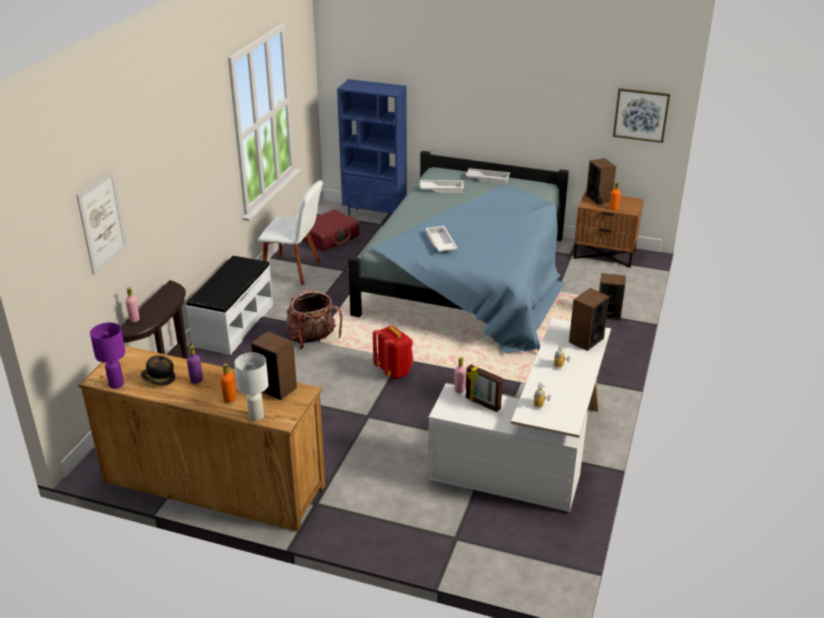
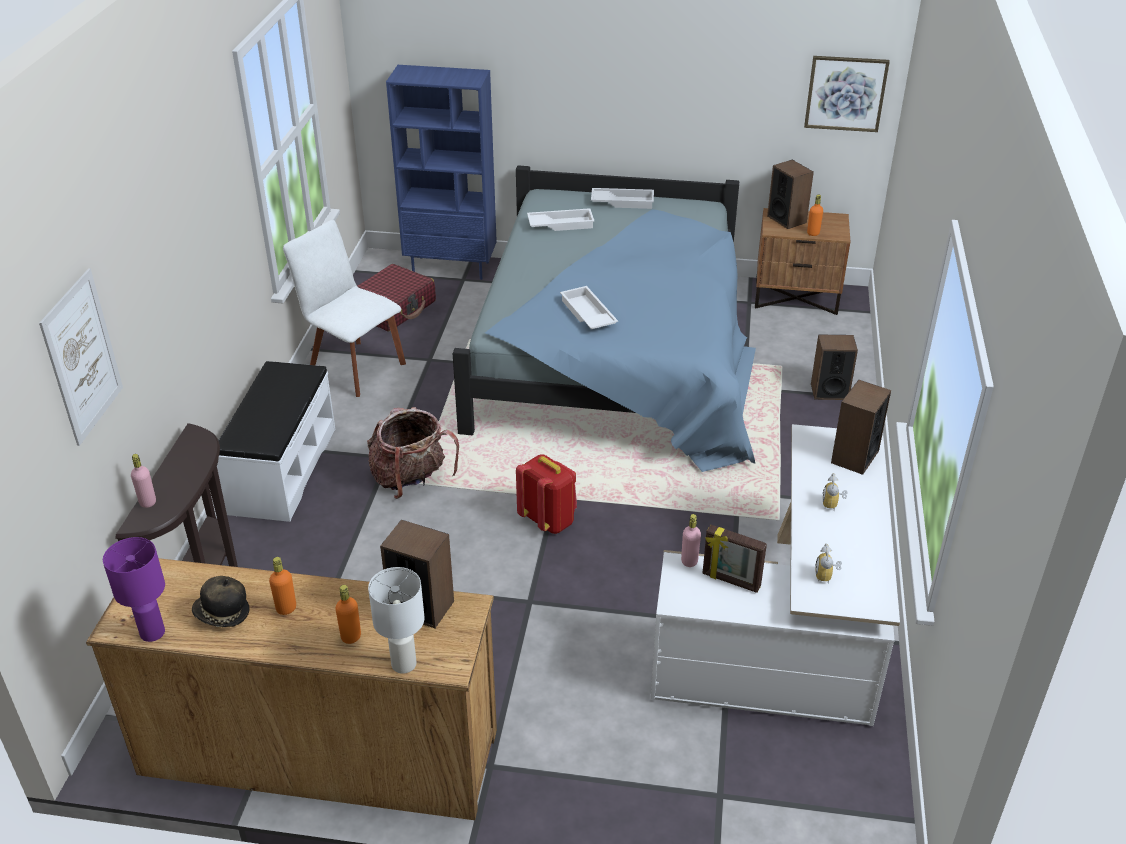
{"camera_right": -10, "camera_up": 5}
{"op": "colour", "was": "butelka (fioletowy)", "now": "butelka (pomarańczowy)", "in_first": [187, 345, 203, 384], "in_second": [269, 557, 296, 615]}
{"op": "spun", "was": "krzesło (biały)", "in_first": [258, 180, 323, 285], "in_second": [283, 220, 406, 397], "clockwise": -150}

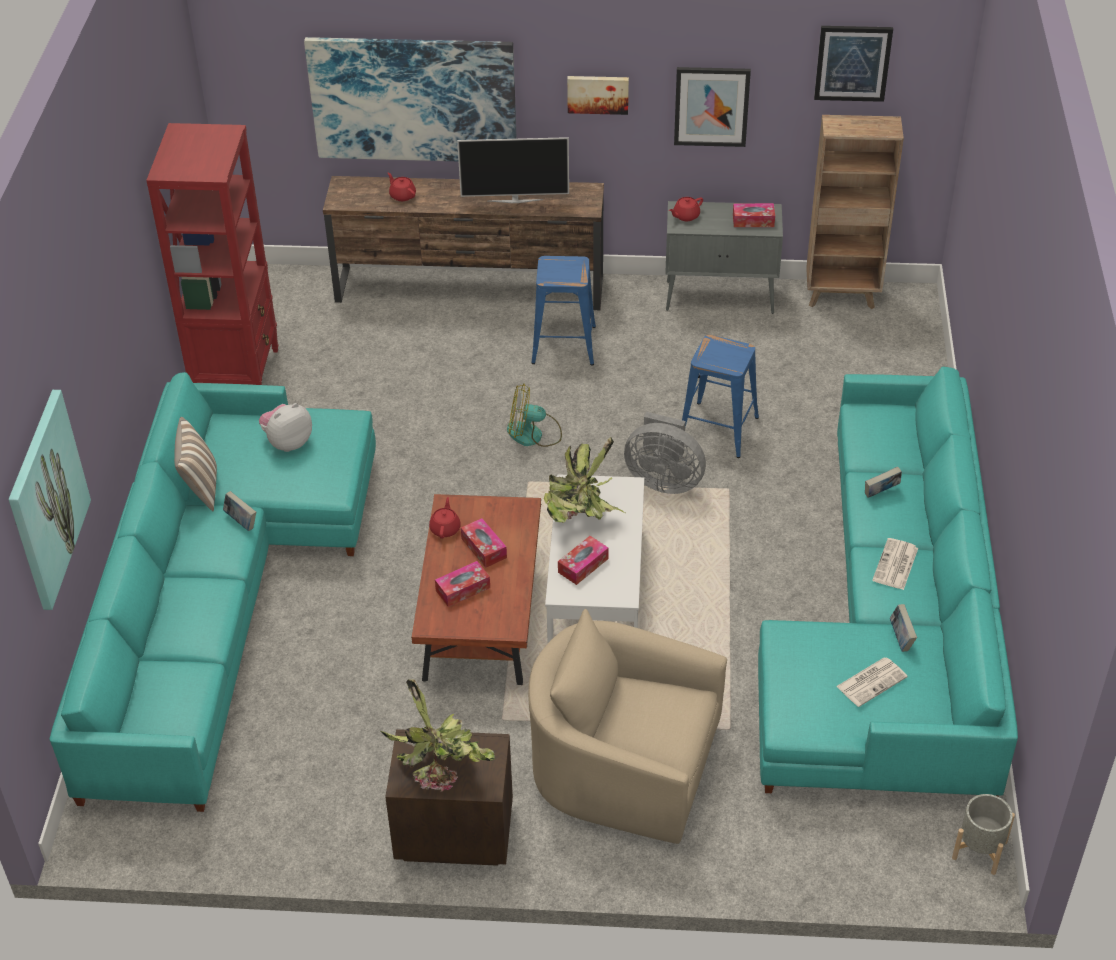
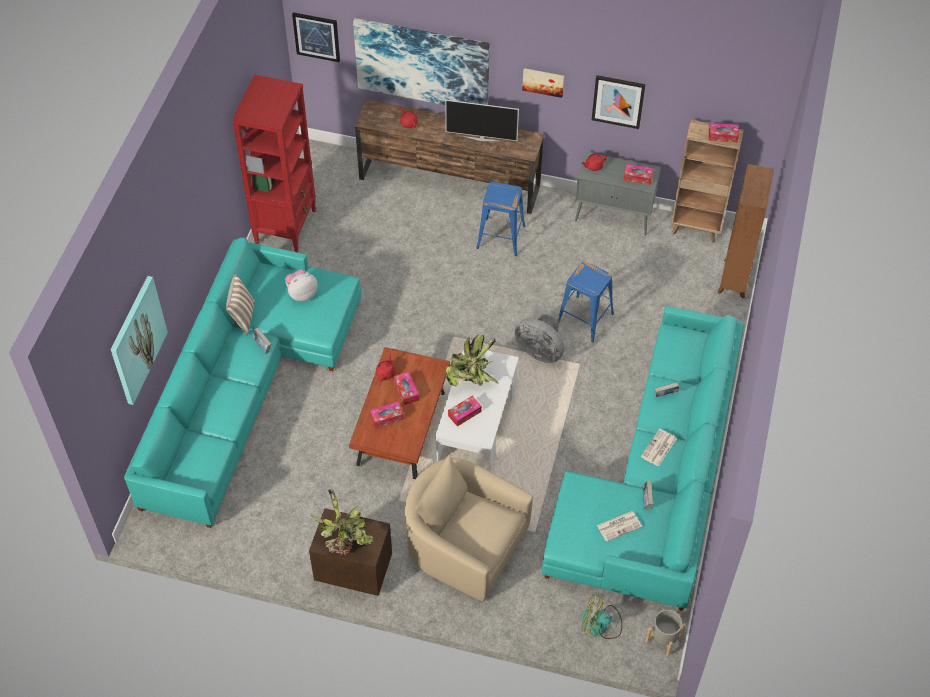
{"camera_right": 10, "camera_up": 10}
{"op": "relocated", "was": "obraz", "in_first": [814, 26, 893, 102], "in_second": [292, 12, 340, 62]}
{"op": "relocated", "was": "wentylator", "in_first": [507, 383, 562, 447], "in_second": [582, 594, 622, 639]}
{"op": "appeared", "now": "pudełko chusteczek", "in_second": [709, 123, 739, 143]}
{"op": "appeared", "now": "regał (brązowy)", "in_second": [717, 164, 774, 299]}

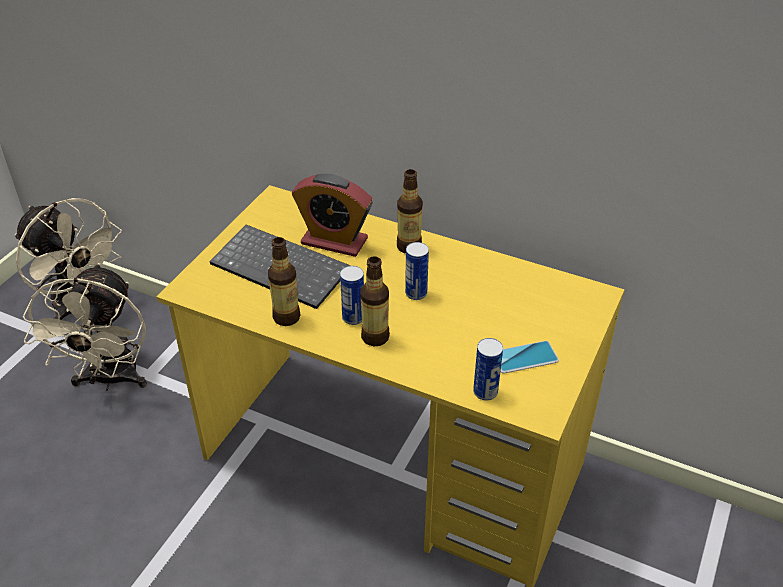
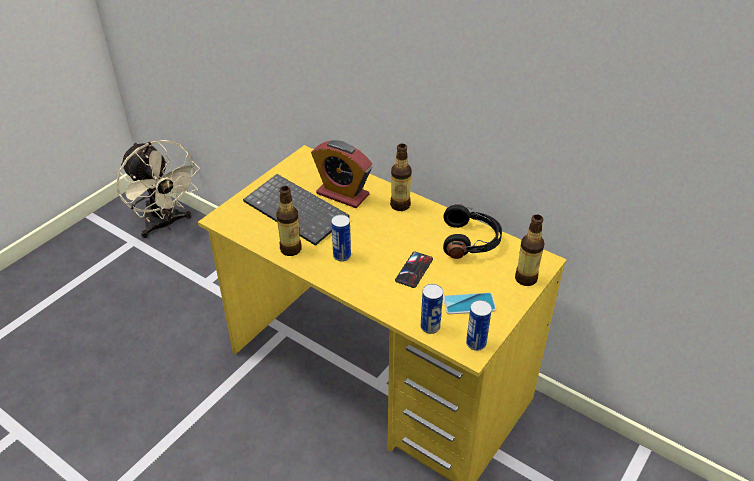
{"camera_right": 10, "camera_up": 0}
{"op": "appeared", "now": "telefon", "in_second": [395, 252, 433, 288]}
{"op": "appeared", "now": "słuchawki (czarny)", "in_second": [443, 204, 502, 259]}
{"op": "relocated", "was": "puszka", "in_first": [405, 242, 429, 300], "in_second": [466, 300, 492, 351]}
{"op": "relocated", "was": "butelka", "in_first": [360, 256, 390, 346], "in_second": [515, 215, 545, 286]}
{"op": "missing", "was": "wentylator (beżowy)", "in_first": [23, 263, 147, 391]}

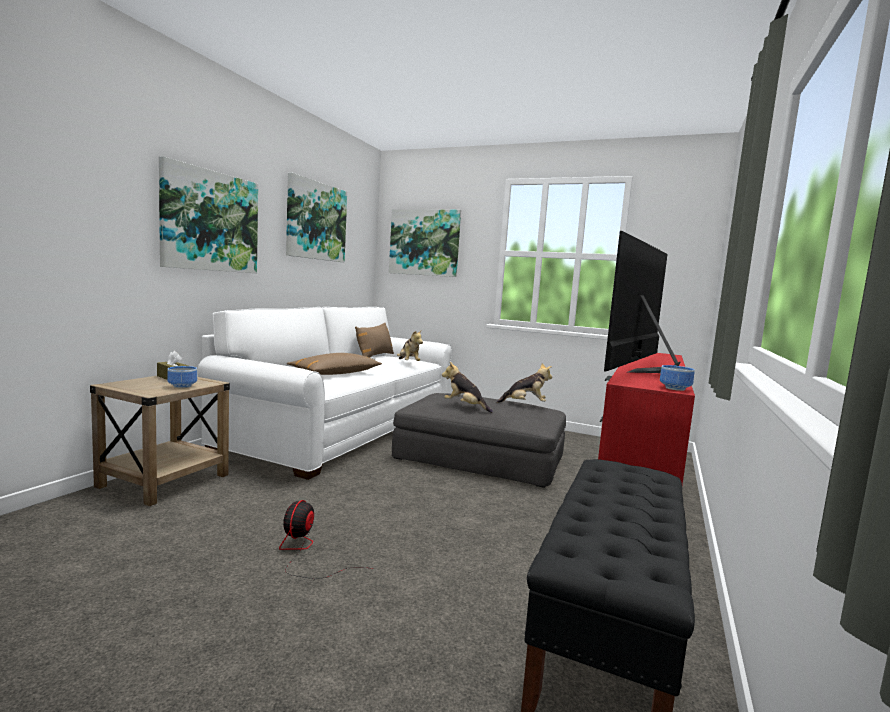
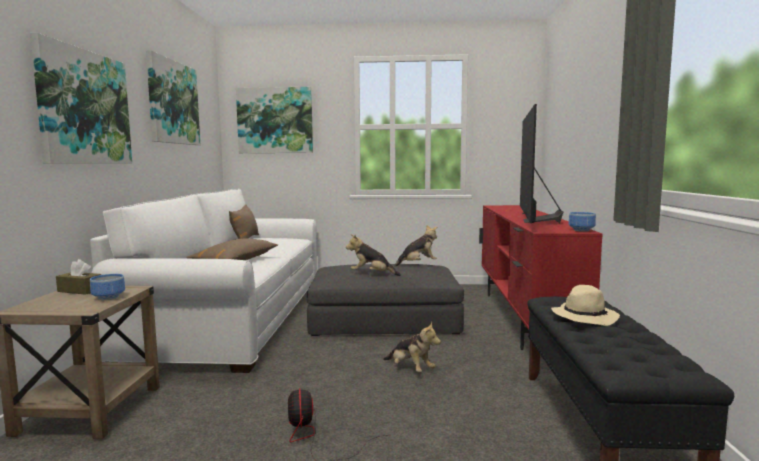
{"camera_right": -20, "camera_up": 0}
{"op": "relocated", "was": "pluszak", "in_first": [397, 329, 423, 361], "in_second": [383, 322, 441, 372]}
{"op": "appeared", "now": "kapelusz (beżowy)", "in_second": [551, 285, 620, 326]}

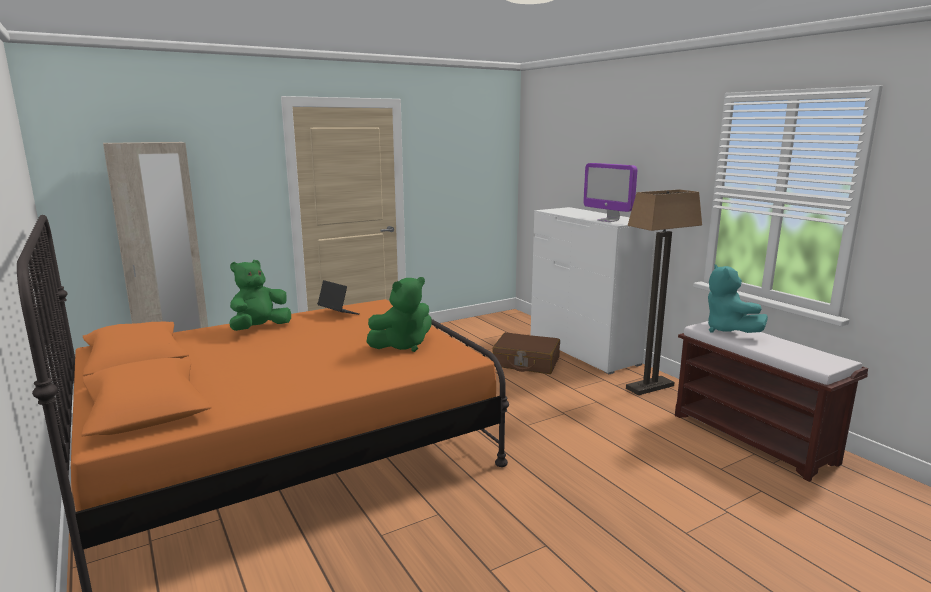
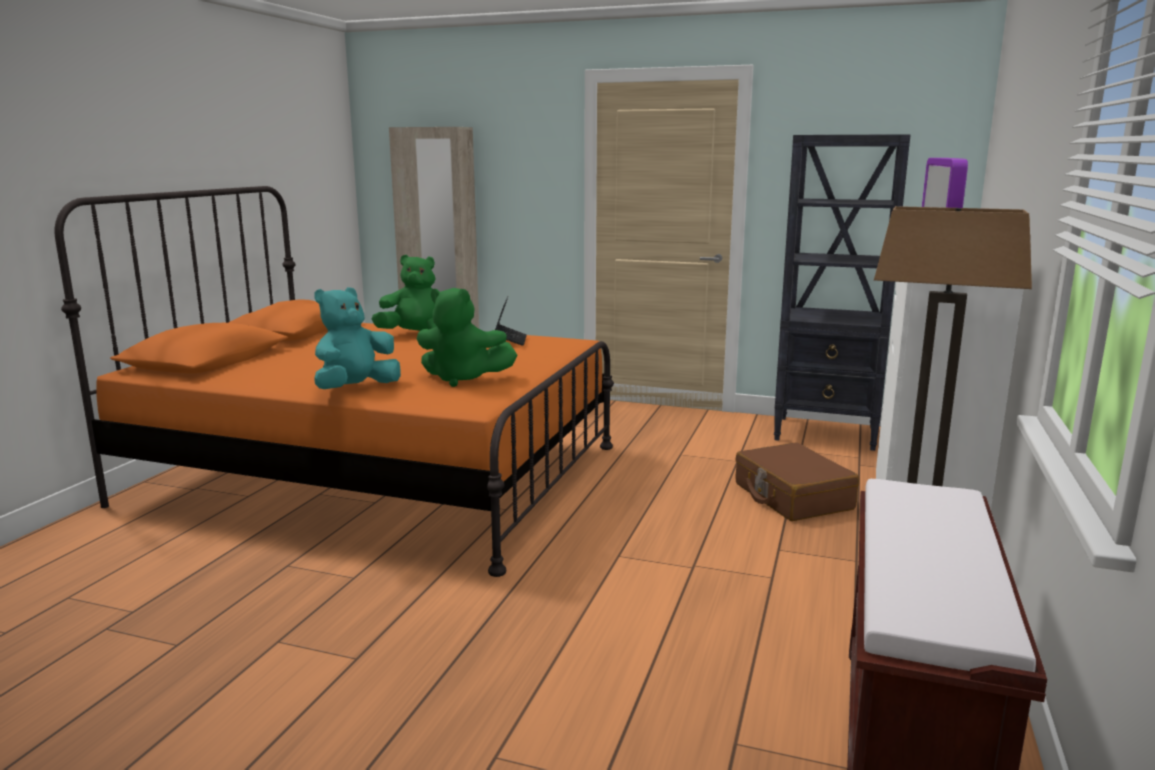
{"camera_right": 50, "camera_up": 0}
{"op": "relocated", "was": "pluszak (turkusowy)", "in_first": [708, 264, 768, 333], "in_second": [314, 287, 401, 389]}
{"op": "appeared", "now": "regał (czarny)", "in_second": [774, 134, 911, 451]}

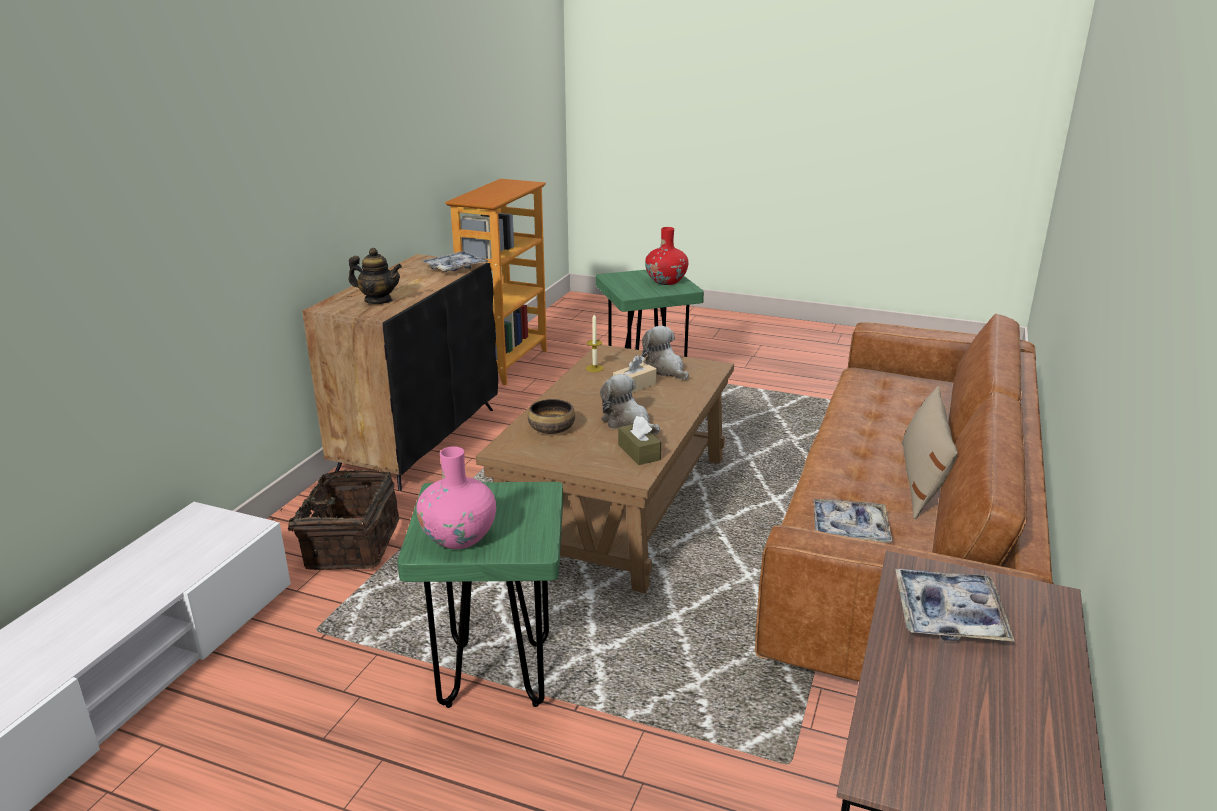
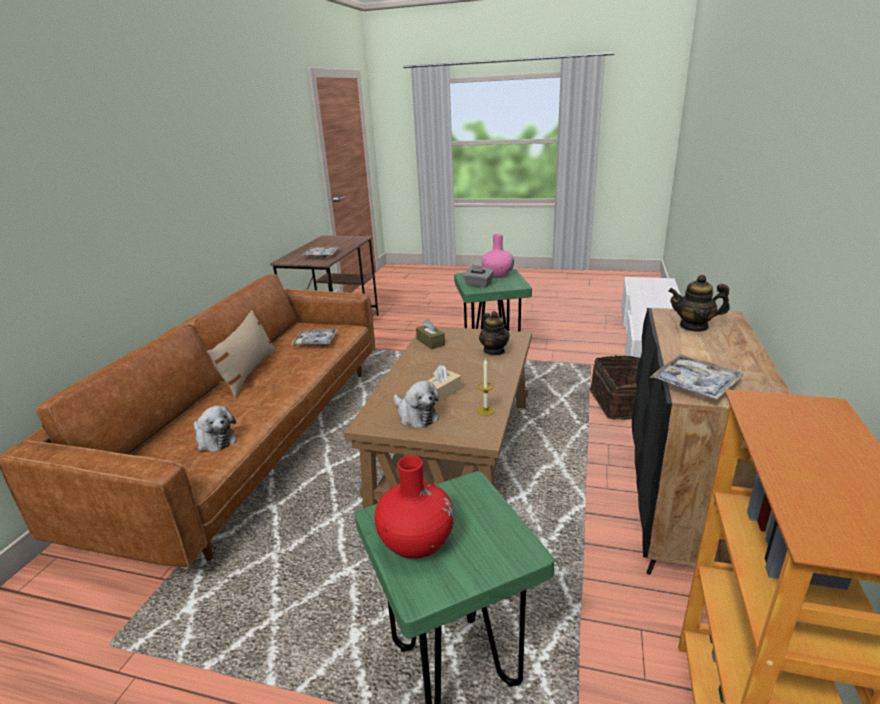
{"camera_right": 175, "camera_up": 0}
{"op": "relocated", "was": "pluszak", "in_first": [600, 374, 660, 434], "in_second": [194, 406, 237, 452]}
{"op": "appeared", "now": "pudełko chusteczek (szary)", "in_second": [463, 265, 494, 287]}
{"op": "exchanged", "was": "miska", "now": "imbryk", "in_first": [528, 399, 575, 434], "in_second": [479, 311, 510, 355]}

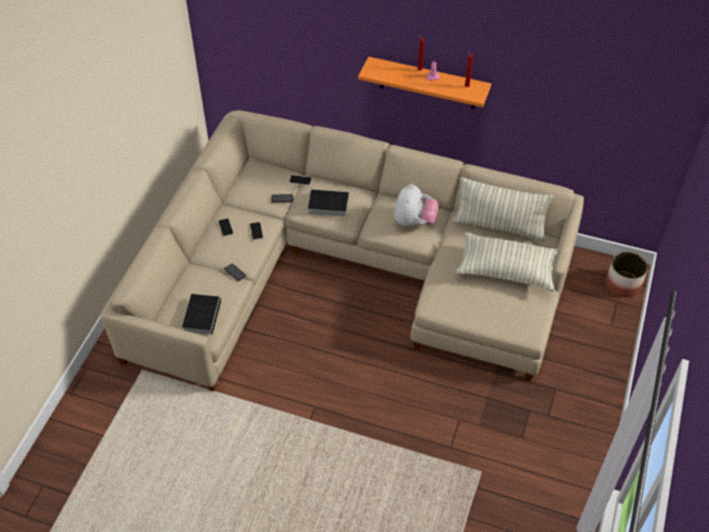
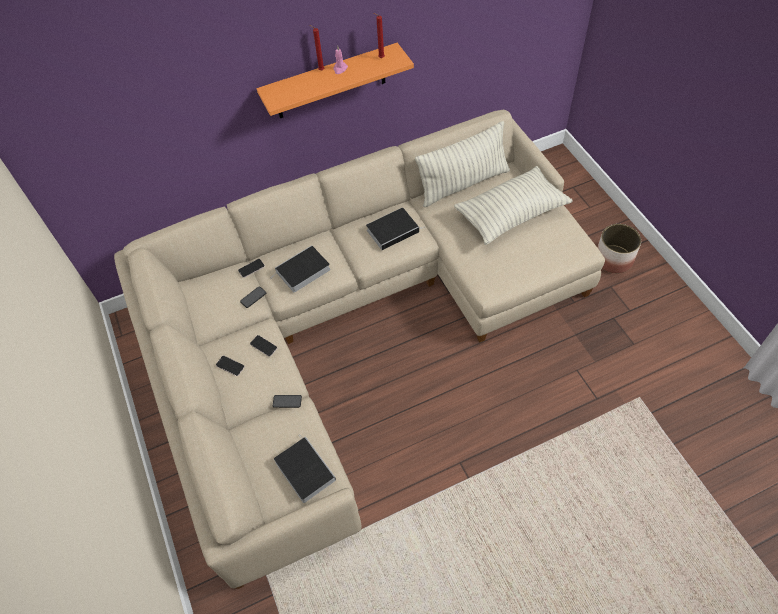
{"camera_right": -40, "camera_up": 5}
{"op": "exchanged", "was": "pluszak", "now": "książka", "in_first": [394, 184, 438, 227], "in_second": [366, 207, 425, 250]}
{"op": "relocated", "was": "donica", "in_first": [606, 252, 648, 297], "in_second": [597, 224, 641, 273]}

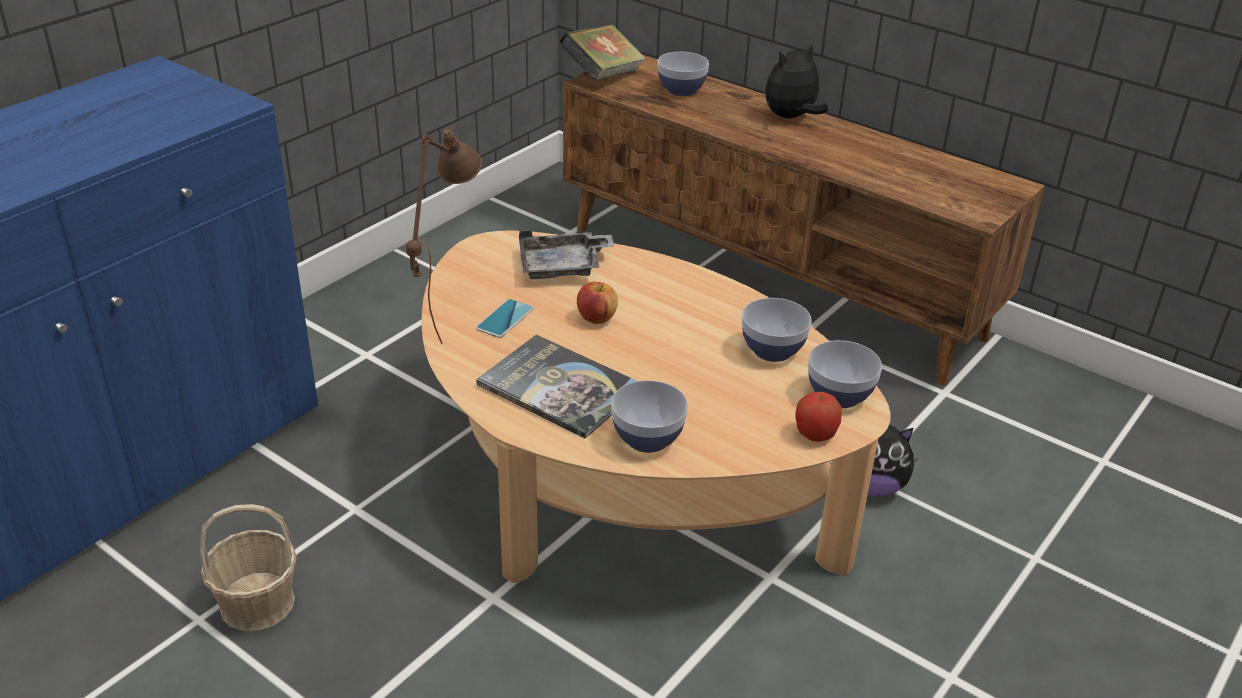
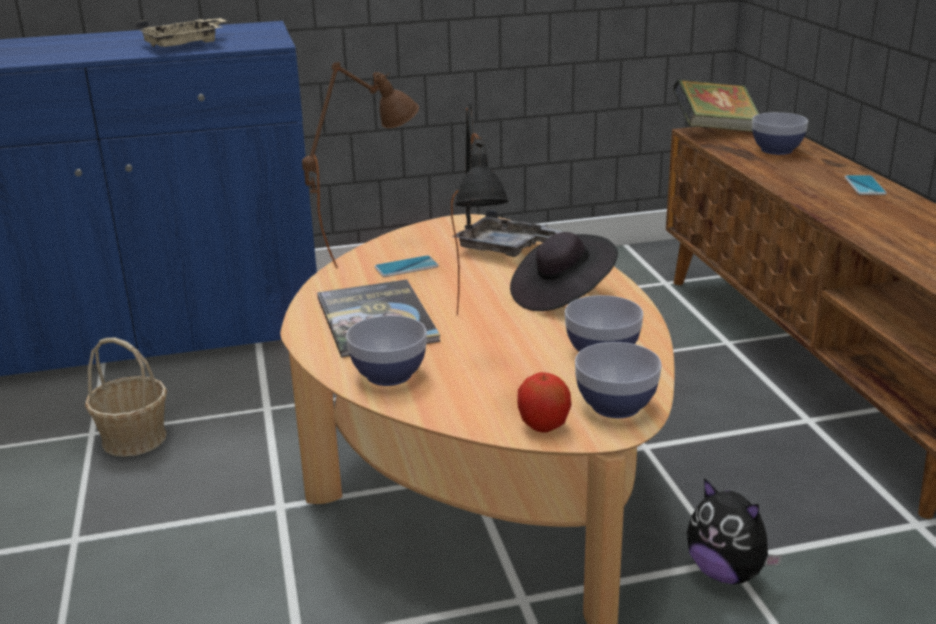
{"camera_right": 40, "camera_up": -10}
{"op": "appeared", "now": "taca (beżowy)", "in_second": [136, 18, 226, 47]}
{"op": "appeared", "now": "lampa stołowa (czarny)", "in_second": [451, 101, 509, 316]}
{"op": "appeared", "now": "kapelusz (czarny)", "in_second": [510, 232, 618, 311]}
{"op": "exchanged", "was": "pluszak", "now": "telefon", "in_first": [765, 43, 828, 118], "in_second": [845, 175, 887, 195]}
{"op": "missing", "was": "jabłko", "in_first": [577, 282, 618, 324]}

